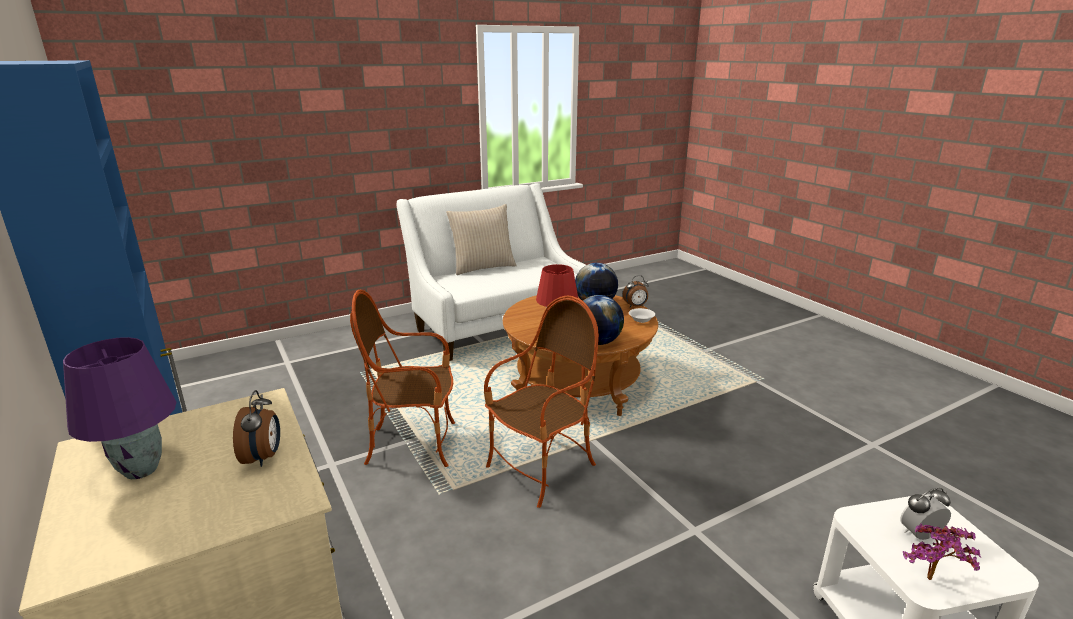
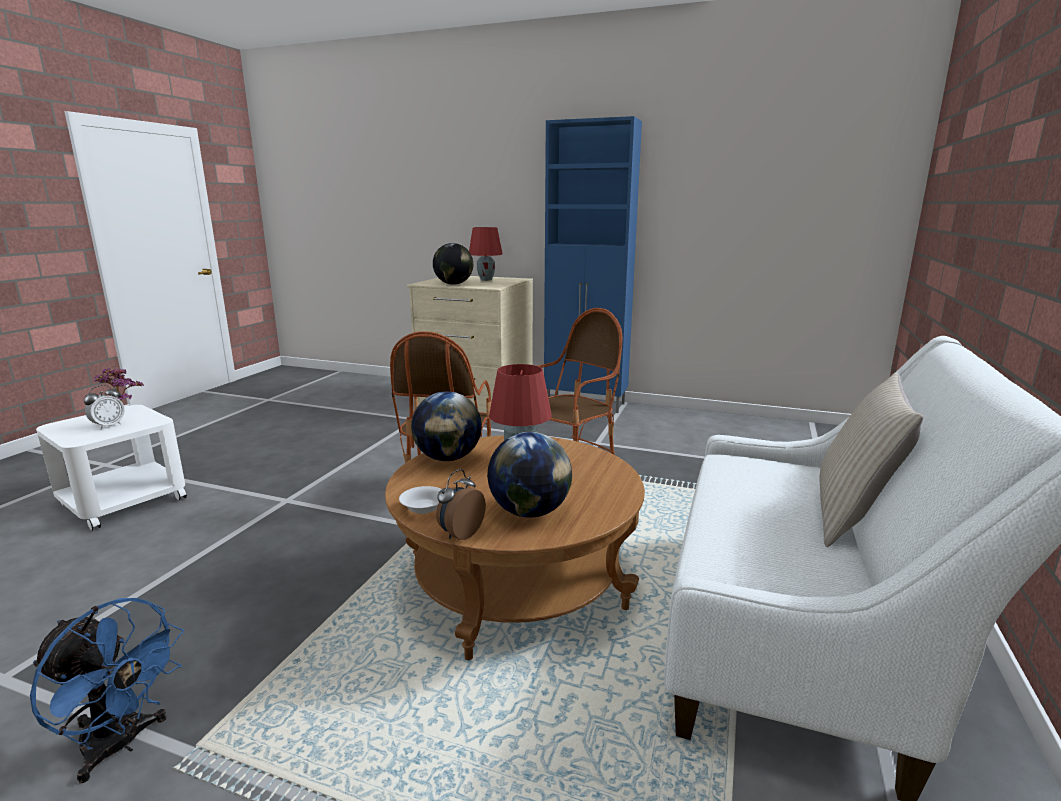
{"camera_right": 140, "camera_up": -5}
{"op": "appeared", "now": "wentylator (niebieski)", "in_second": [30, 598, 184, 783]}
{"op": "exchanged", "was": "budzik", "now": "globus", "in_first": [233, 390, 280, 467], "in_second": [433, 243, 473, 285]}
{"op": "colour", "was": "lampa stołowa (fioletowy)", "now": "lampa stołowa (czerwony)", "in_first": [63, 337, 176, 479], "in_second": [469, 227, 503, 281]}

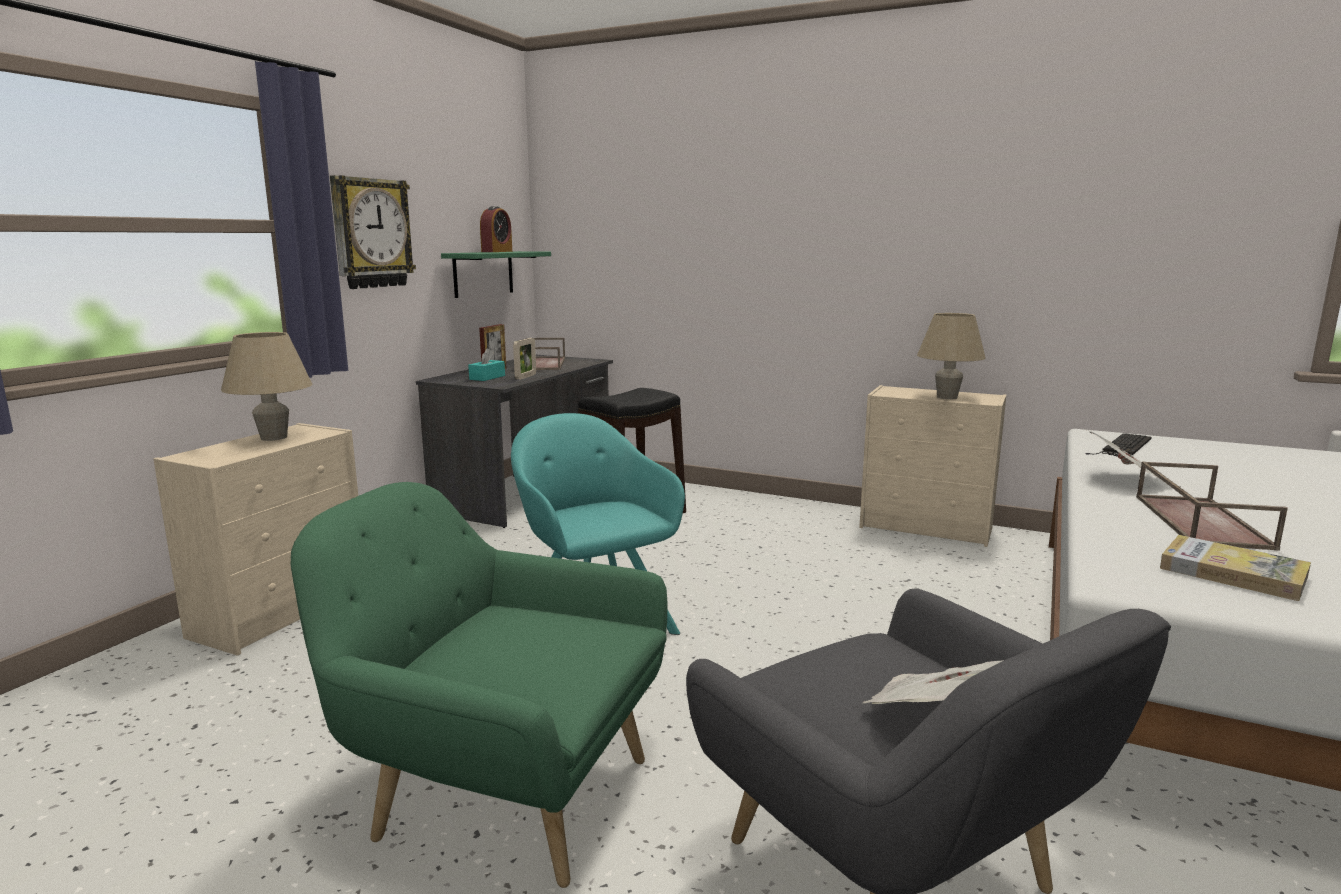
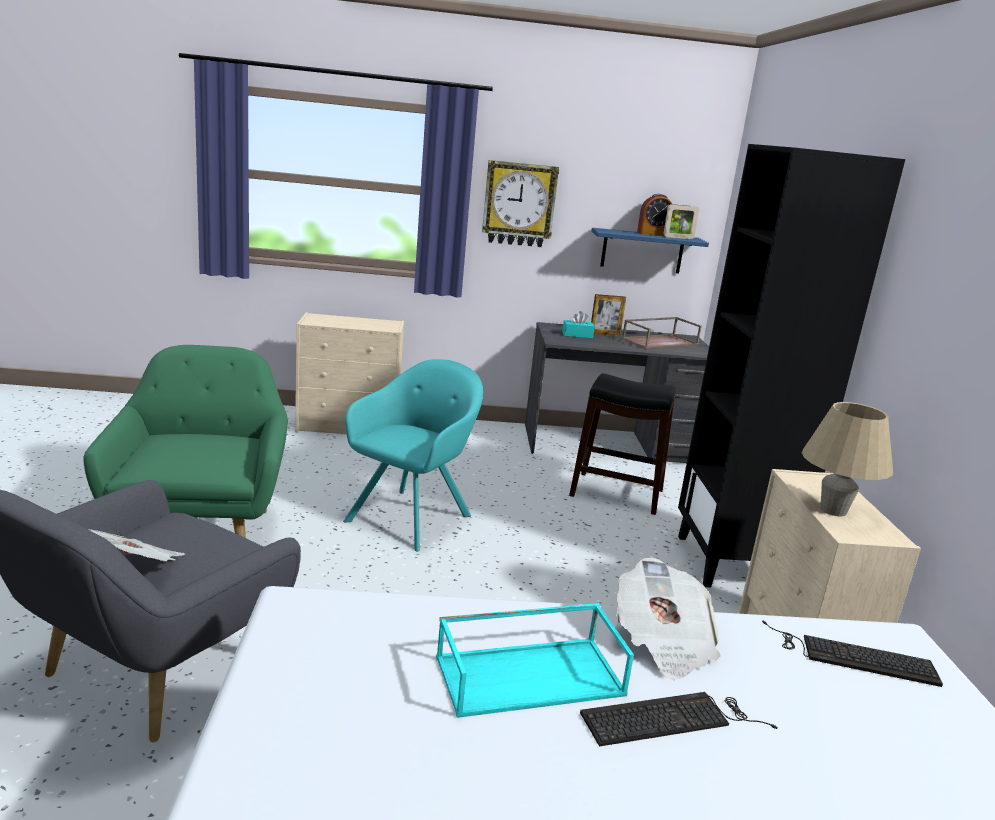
{"camera_right": 60, "camera_up": 5}
{"op": "colour", "was": "taca (brązowy)", "now": "taca (turkusowy)", "in_first": [1136, 462, 1288, 551], "in_second": [436, 603, 634, 718]}
{"op": "appeared", "now": "klawiatura", "in_second": [580, 692, 778, 747]}
{"op": "colour", "was": "półka (zielony)", "now": "półka (niebieski)", "in_first": [441, 251, 551, 298], "in_second": [591, 228, 709, 274]}
{"op": "relocated", "was": "ramka na zdjęcie", "in_first": [513, 338, 536, 380], "in_second": [663, 204, 699, 239]}
{"op": "appeared", "now": "regał (czarny)", "in_second": [678, 144, 905, 588]}
{"op": "missing", "was": "lampa stołowa (beżowy)", "in_first": [221, 332, 312, 441]}
{"op": "missing", "was": "książka", "in_first": [1160, 535, 1311, 601]}

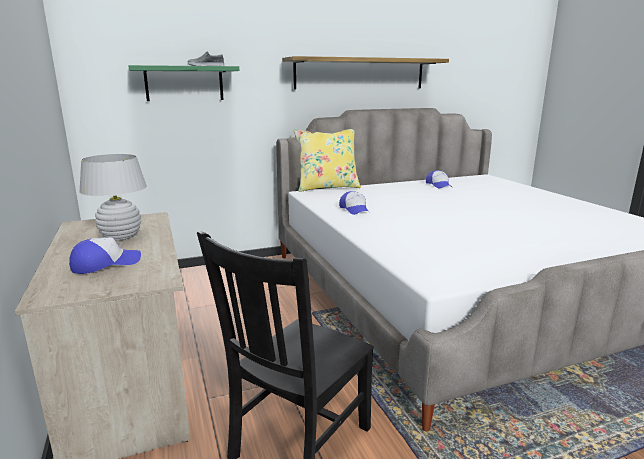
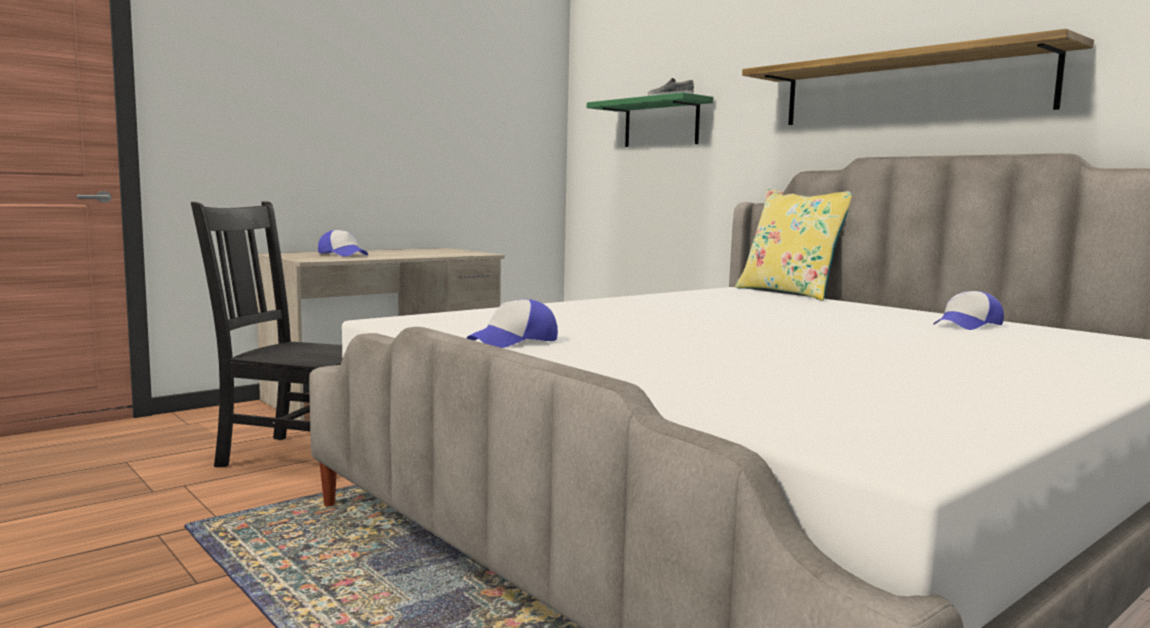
{"camera_right": 70, "camera_up": -10}
{"op": "relocated", "was": "czapka z daszkiem", "in_first": [339, 191, 369, 215], "in_second": [466, 299, 558, 348]}
{"op": "missing", "was": "lampa stołowa (biały)", "in_first": [80, 154, 147, 241]}

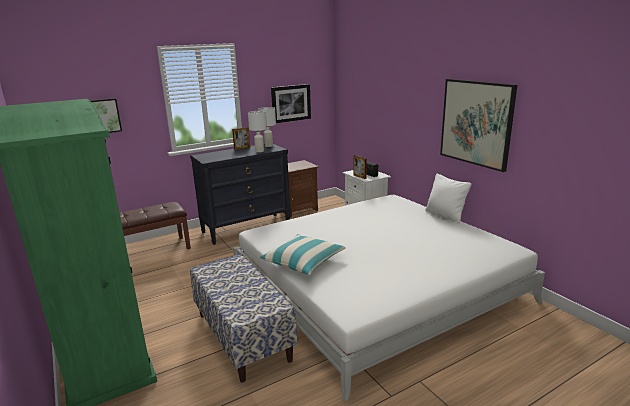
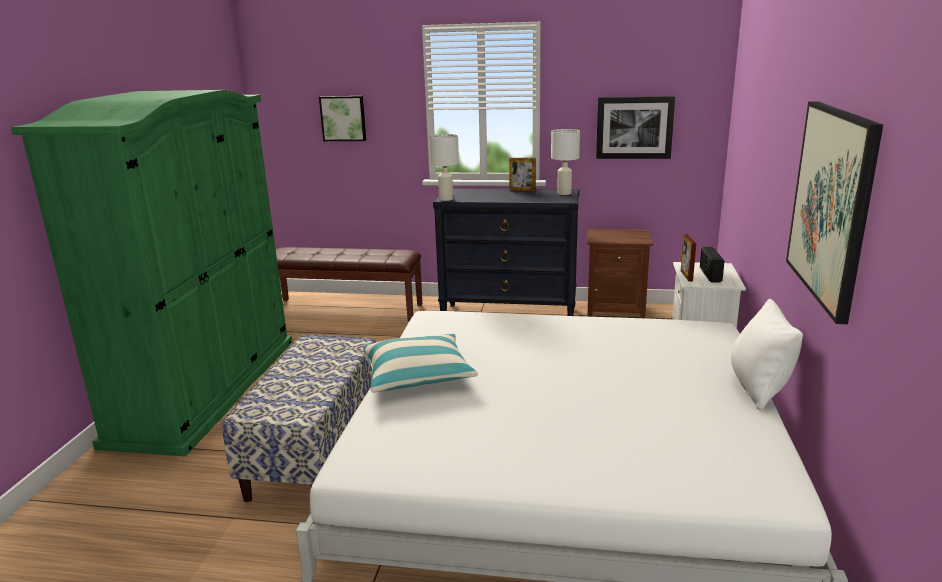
{"camera_right": 40, "camera_up": 0}
{"op": "relocated", "was": "lampa stołowa (biały)", "in_first": [248, 111, 267, 152], "in_second": [429, 134, 459, 201]}

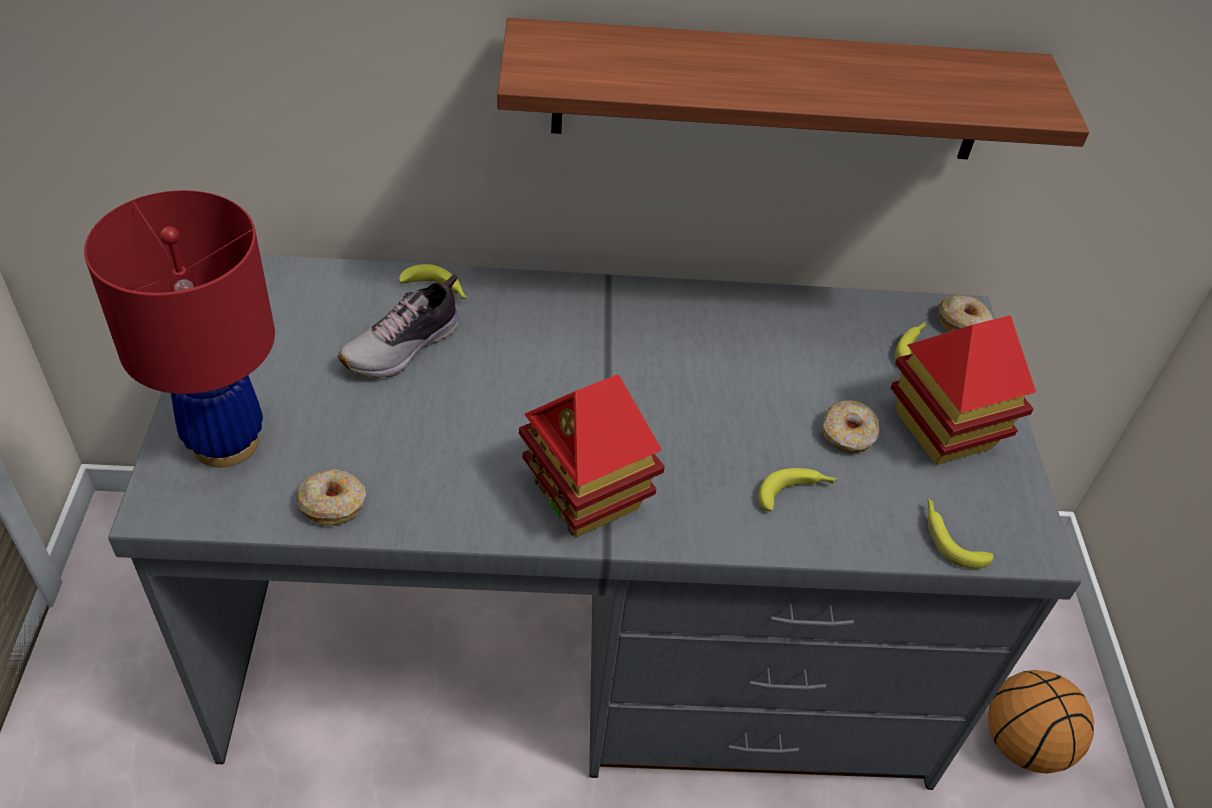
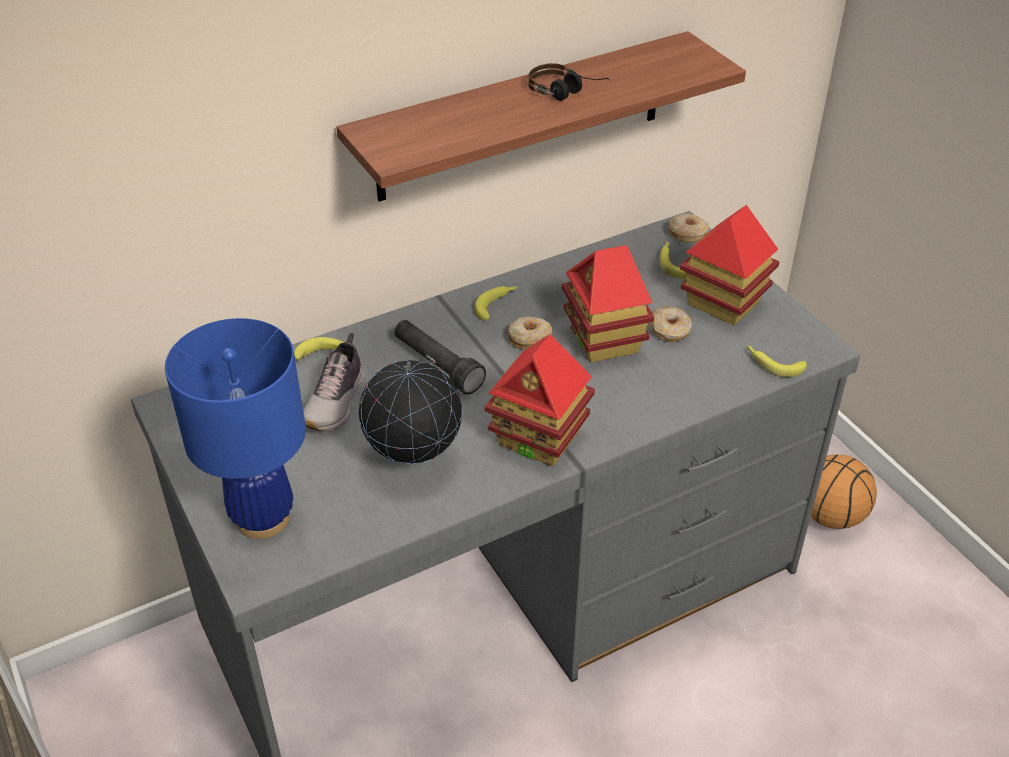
{"camera_right": -25, "camera_up": -5}
{"op": "colour", "was": "lampa stołowa (czerwony)", "now": "lampa stołowa (niebieski)", "in_first": [84, 190, 275, 467], "in_second": [165, 318, 306, 539]}
{"op": "appeared", "now": "globus", "in_second": [358, 360, 462, 464]}
{"op": "appeared", "now": "latarka (czarny)", "in_second": [394, 320, 486, 395]}
{"op": "relocated", "was": "banan", "in_first": [758, 468, 838, 511], "in_second": [474, 286, 518, 320]}
{"op": "relocated", "was": "donut", "in_first": [296, 469, 366, 526], "in_second": [508, 317, 552, 350]}
{"op": "appeared", "now": "słuchawki", "in_second": [528, 63, 610, 101]}
{"op": "appeared", "now": "domek", "in_second": [562, 245, 654, 362]}

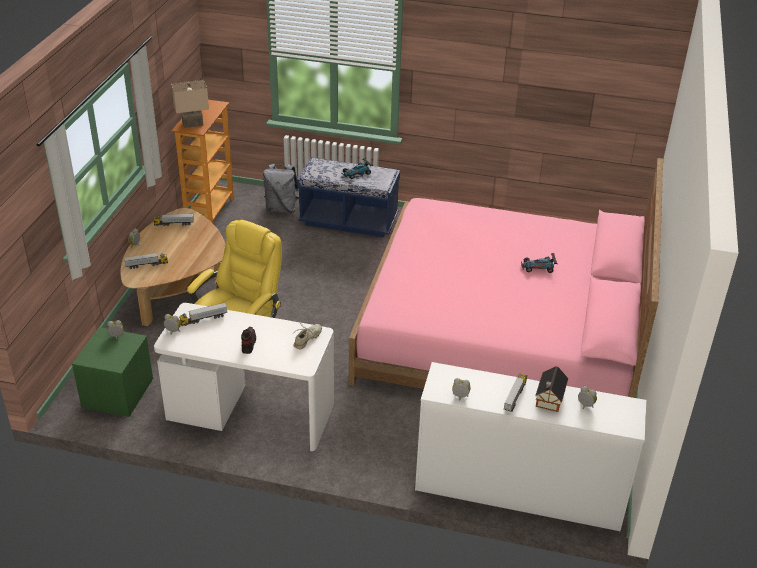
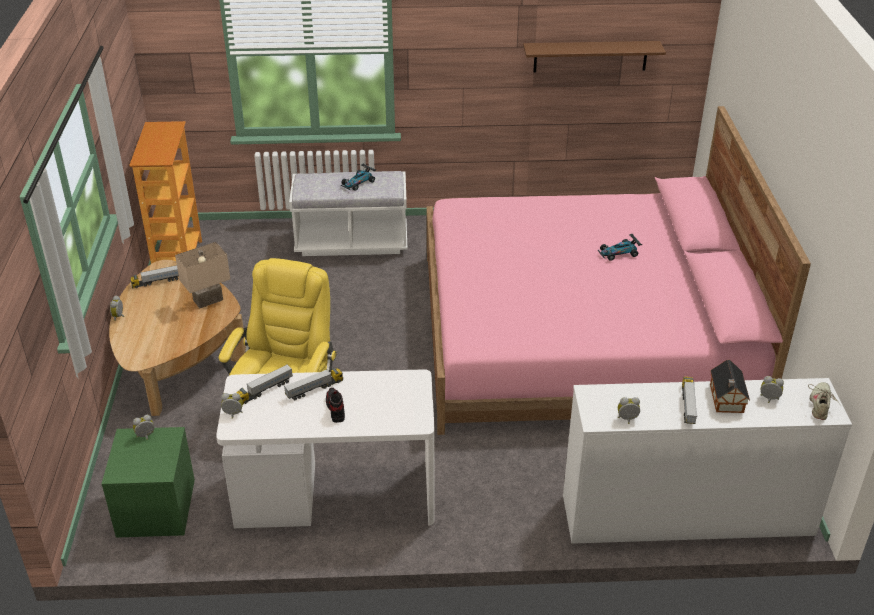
{"camera_right": -15, "camera_up": 0}
{"op": "relocated", "was": "lampa stołowa (beżowy)", "in_first": [171, 80, 209, 128], "in_second": [175, 242, 230, 308]}
{"op": "relocated", "was": "ciężarówka zabawkowa", "in_first": [124, 253, 168, 269], "in_second": [284, 368, 343, 401]}
{"op": "colour", "was": "ławka (niebieski)", "now": "ławka (biały)", "in_first": [297, 157, 400, 237], "in_second": [289, 171, 407, 256]}
{"op": "appeared", "now": "półka (brązowy)", "in_second": [523, 41, 666, 73]}
{"op": "relocated", "was": "but (beżowy)", "in_first": [292, 322, 322, 349], "in_second": [808, 382, 841, 420]}
{"op": "missing", "was": "plecak (szary)", "in_first": [263, 164, 299, 213]}

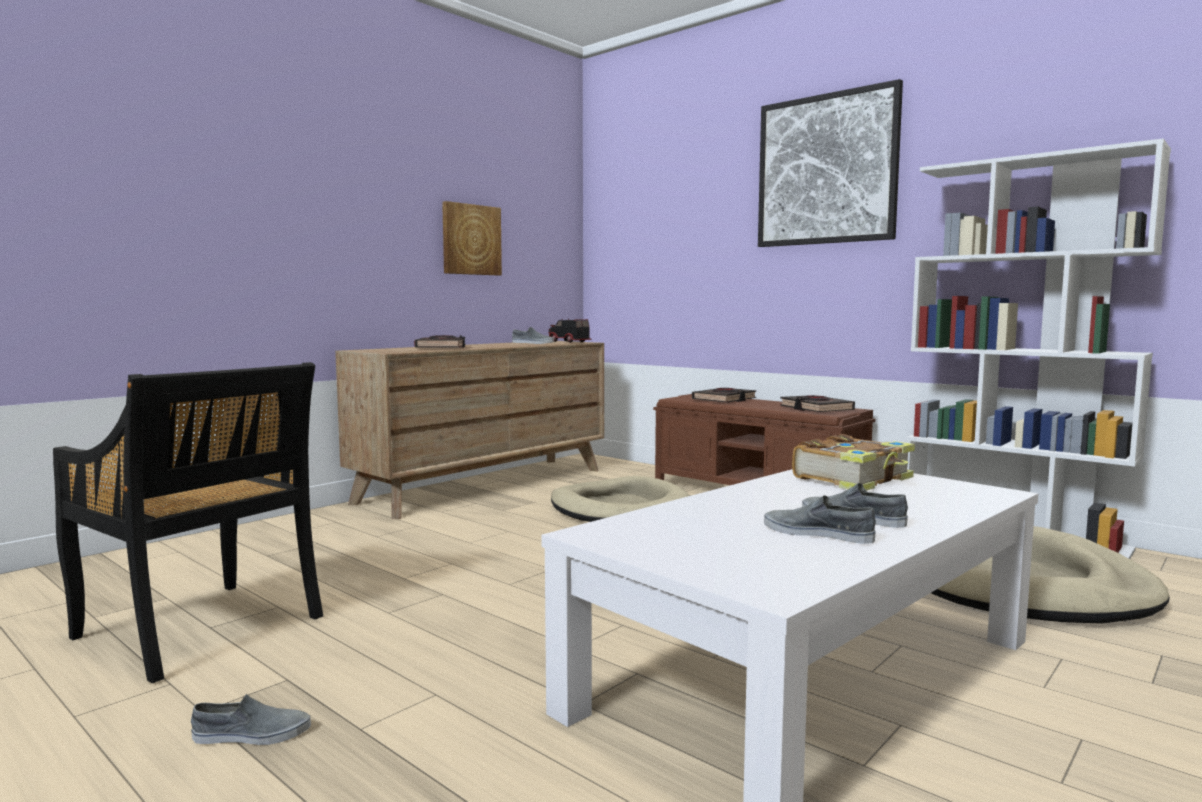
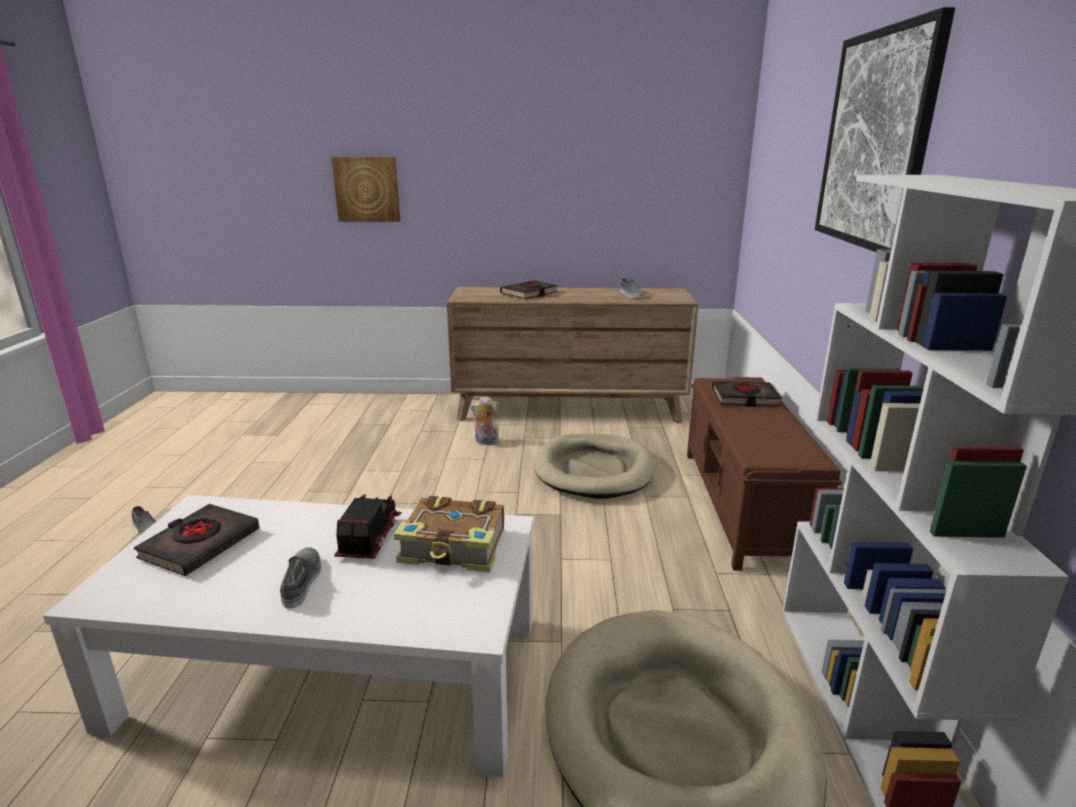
{"camera_right": 50, "camera_up": 15}
{"op": "relocated", "was": "książka (czarny)", "in_first": [780, 395, 855, 412], "in_second": [134, 504, 260, 576]}
{"op": "relocated", "was": "obraz", "in_first": [442, 201, 502, 275], "in_second": [331, 157, 400, 222]}
{"op": "relocated", "was": "ciężarówka zabawkowa", "in_first": [548, 319, 592, 343], "in_second": [334, 494, 402, 559]}
{"op": "appeared", "now": "pluszak", "in_second": [470, 397, 500, 445]}
{"op": "missing", "was": "krzesło (czarny)", "in_first": [53, 362, 323, 683]}
{"op": "missing", "was": "but (szary)", "in_first": [764, 495, 876, 544]}

